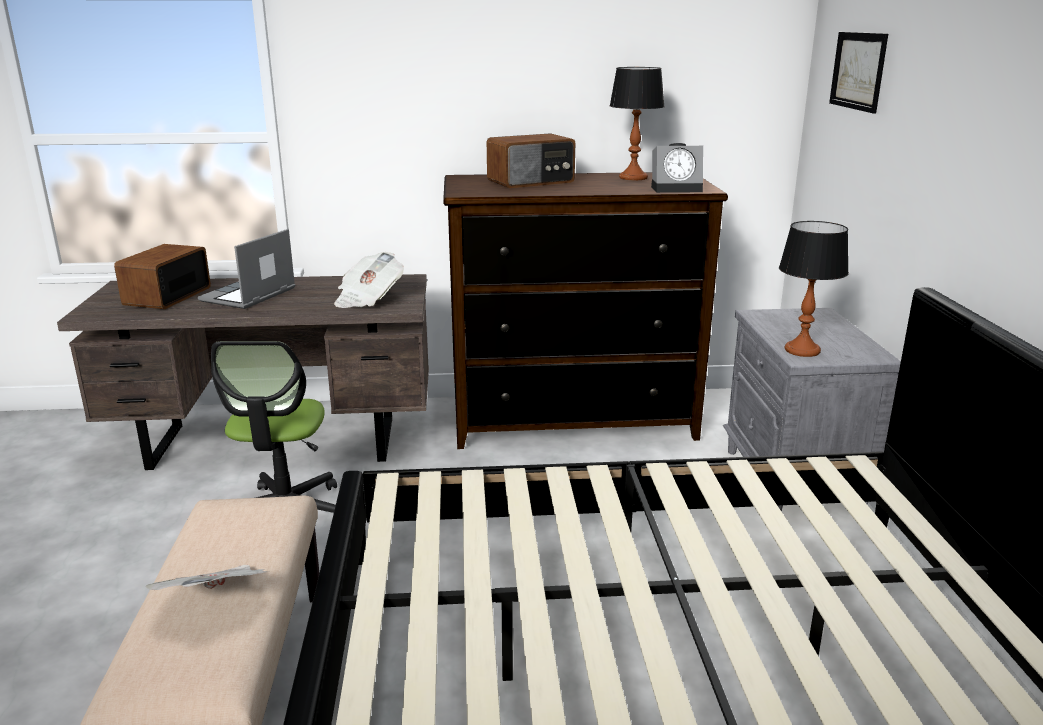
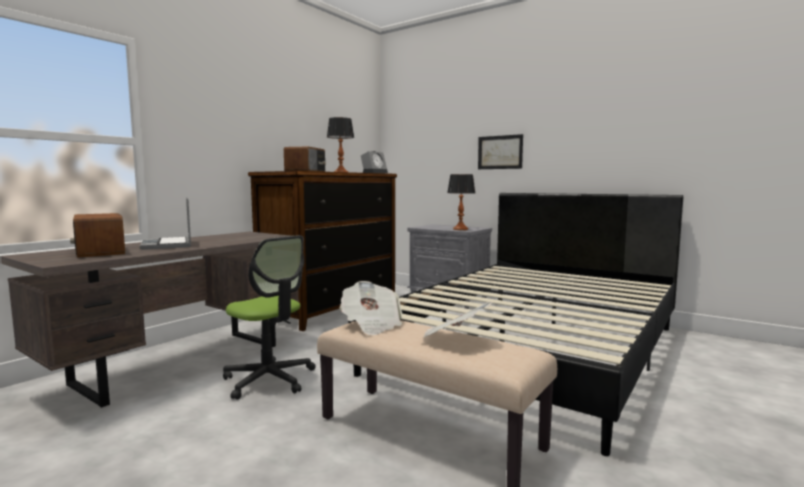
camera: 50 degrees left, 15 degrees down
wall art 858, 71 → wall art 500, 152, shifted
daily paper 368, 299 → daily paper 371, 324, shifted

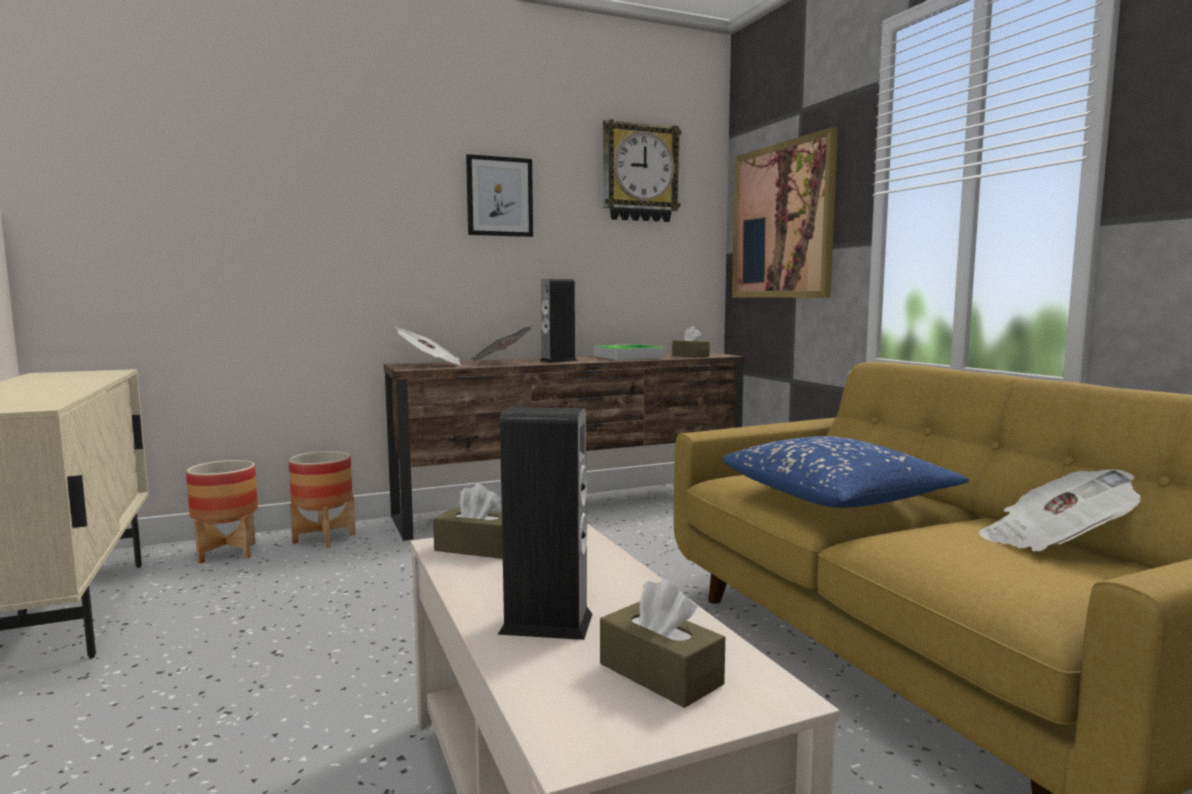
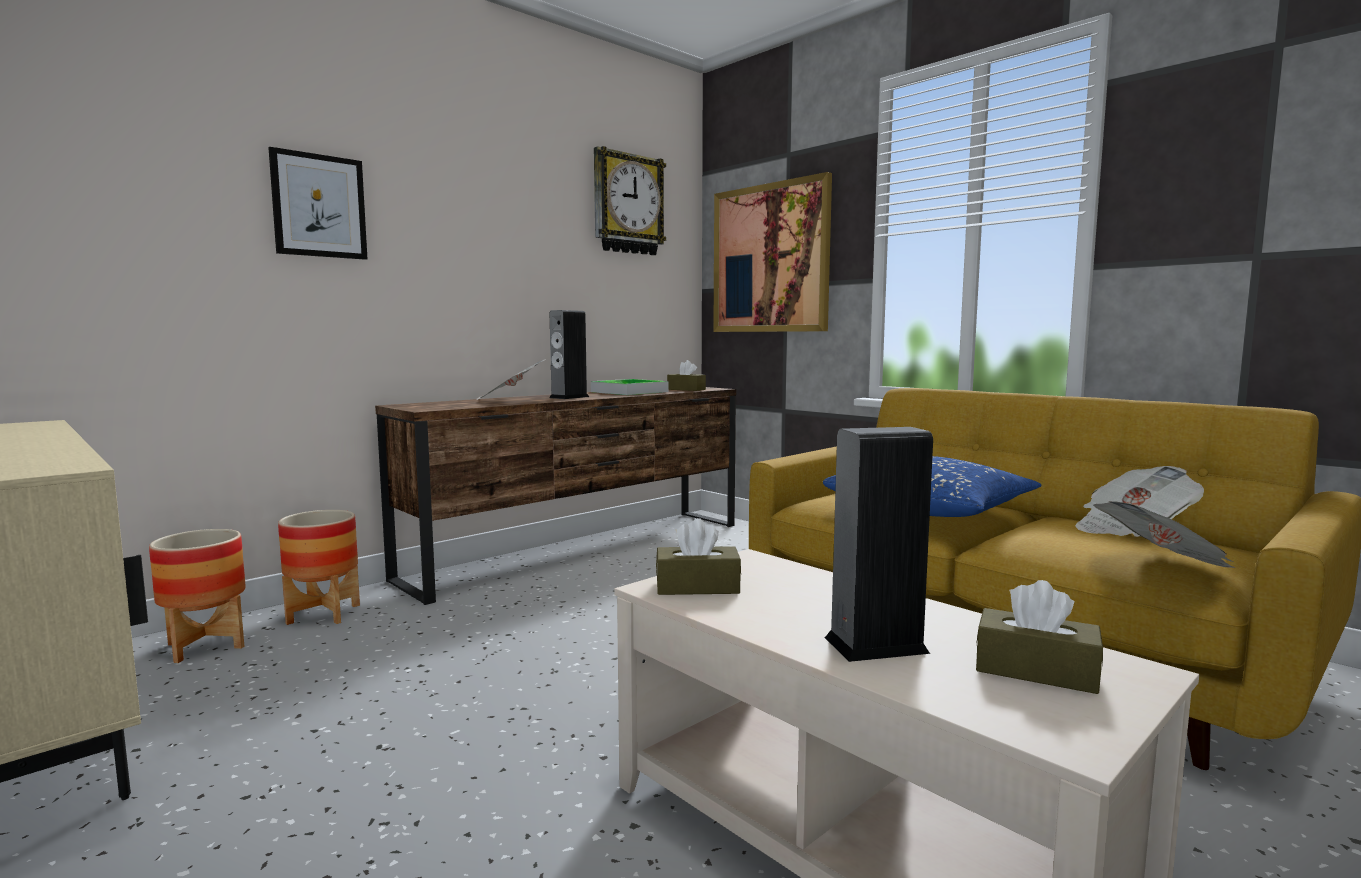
camera: 20 degrees left, 0 degrees up
wall art 499, 196 → wall art 319, 206, shifted
daily paper 431, 365 → daily paper 1164, 568, shifted

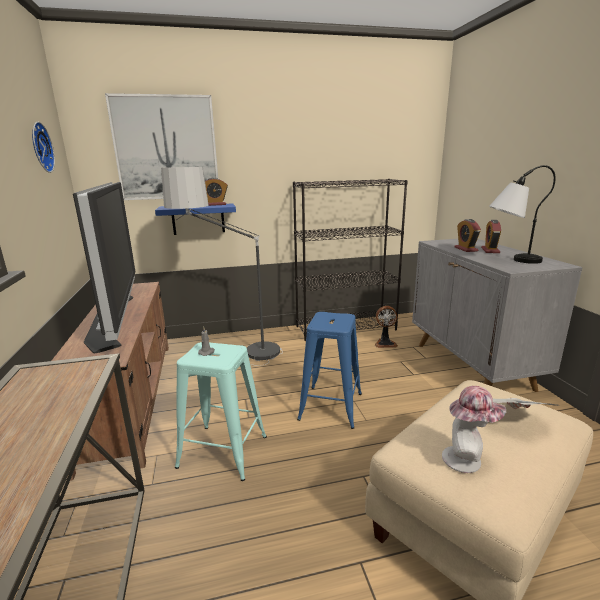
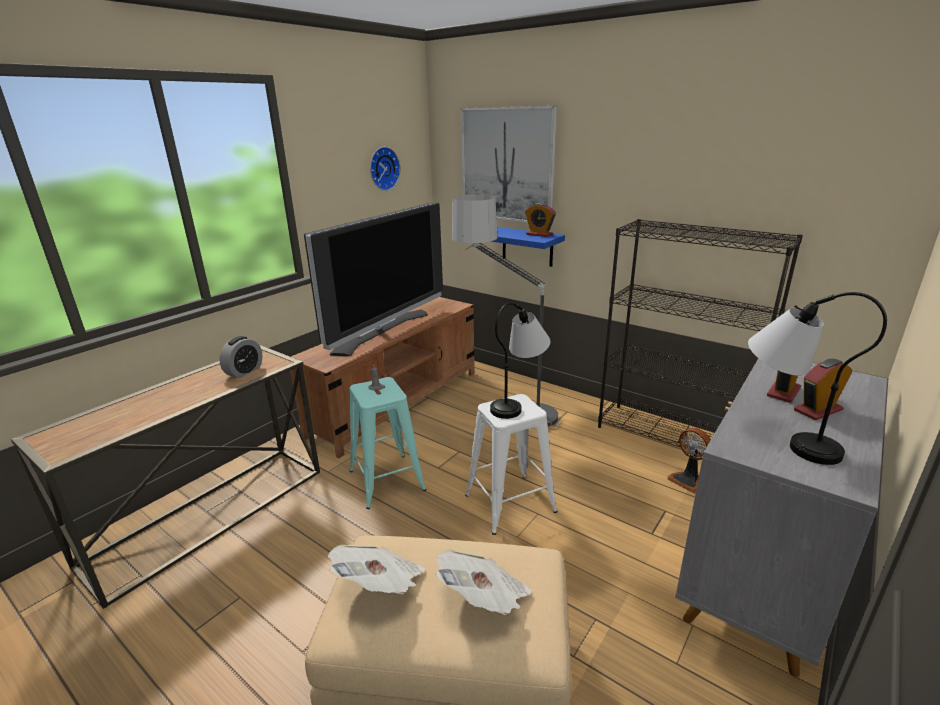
camera: 50 degrees right, 5 degrees up
stool in blue-coloured 331, 406 → stool in white-coloured 510, 503
hat 466, 460 → daily paper 380, 584
- → tabletop lamp 519, 402
- → alarm clock 244, 372

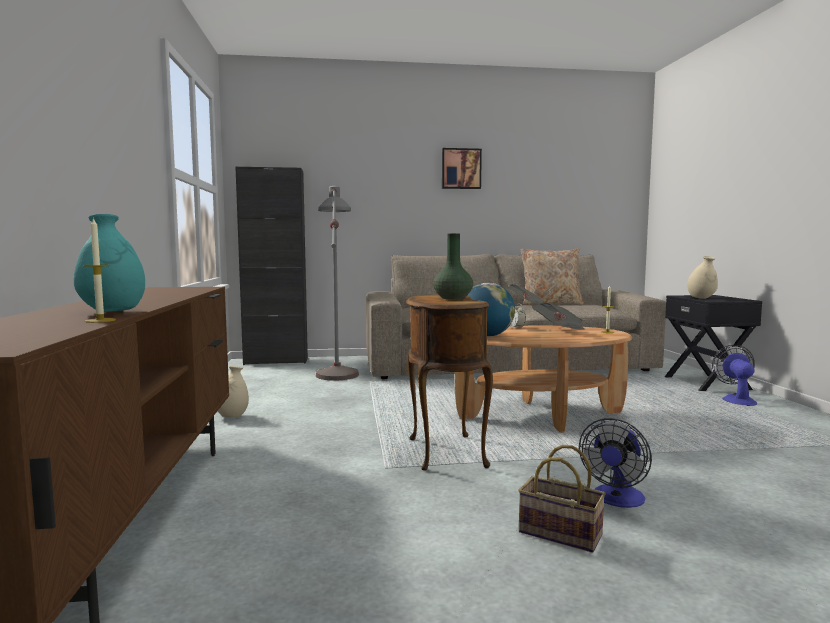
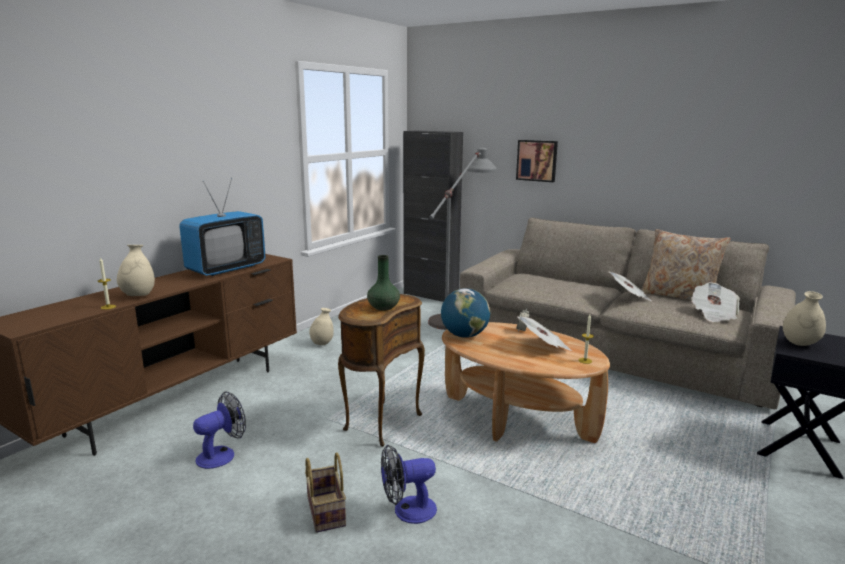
camera: 40 degrees right, 10 degrees up
wall art 461, 169 → wall art 537, 160, shifted
flower vase in turquoise 112, 312 → flower vase in beige 138, 296
fan 736, 399 → fan 222, 455, shifted
- → TV 226, 269
- → daily paper 713, 314

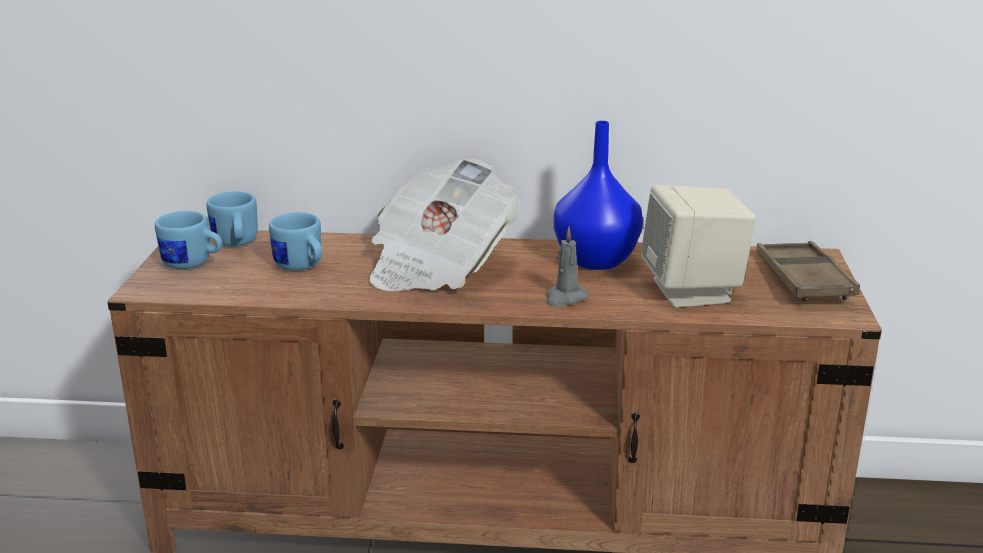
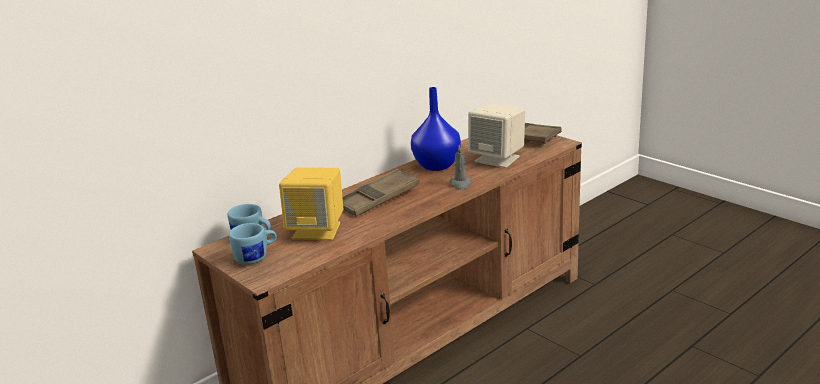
camera: 45 degrees left, 0 degrees up
daily paper 438, 265 → carrying tray in brownish 378, 198
mug in blue-coloured 301, 267 → audio speaker in yellow 317, 230

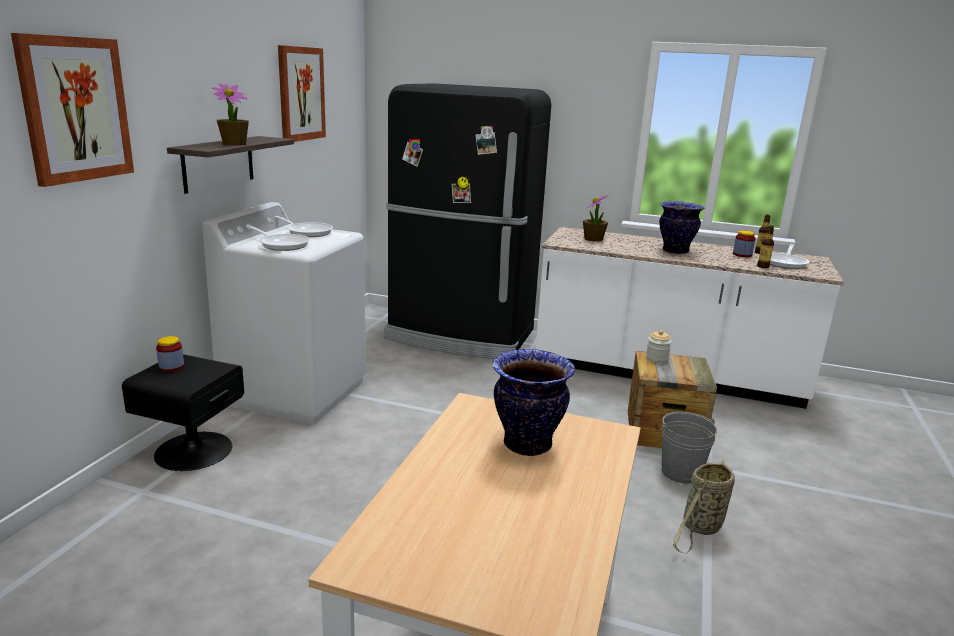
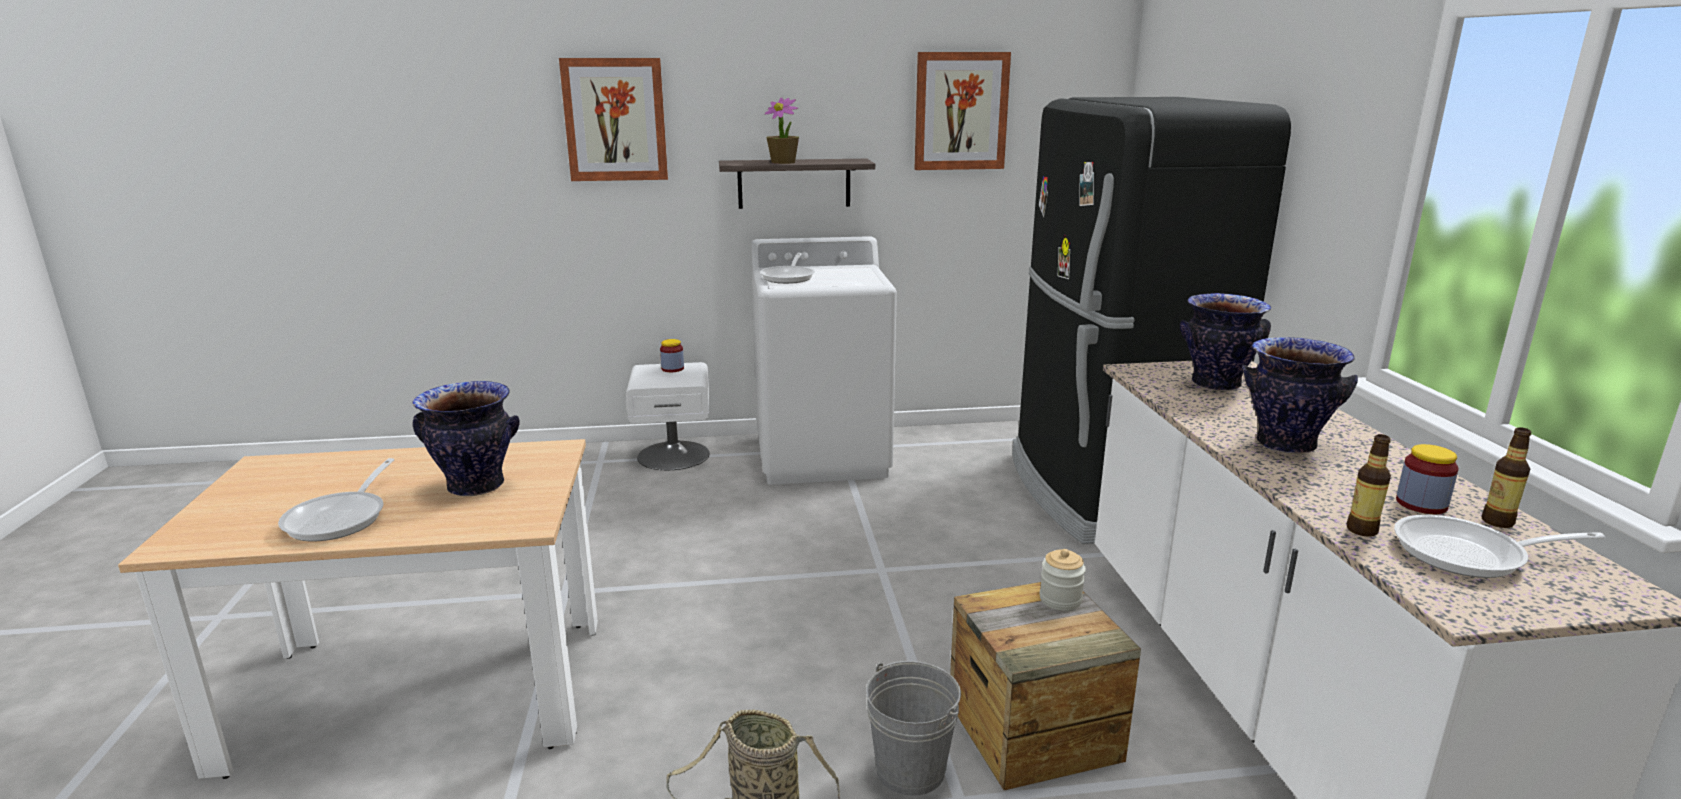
camera: 65 degrees right, 0 degrees up
plant in a pot 593, 239 → flower vase 1216, 385
frying pan 307, 232 → frying pan 341, 518, shifted
night table in black-coloured 193, 450 → night table in white-coloured 673, 455

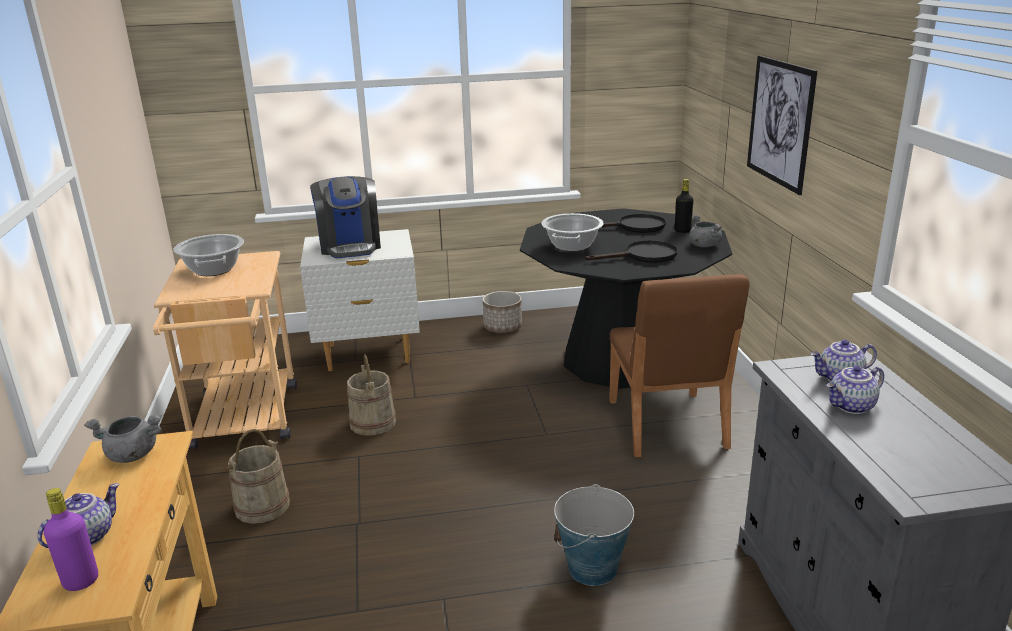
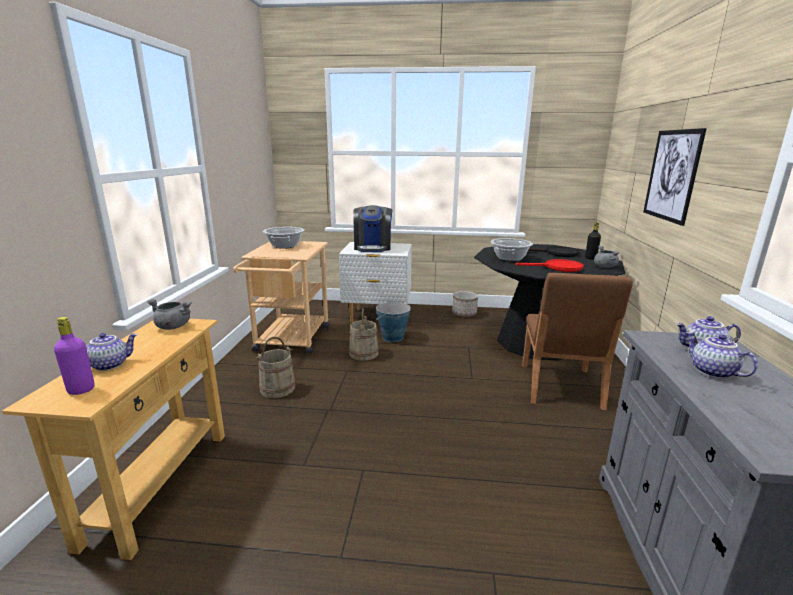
camera: 15 degrees right, 5 degrees down
frying pan in black-coloured 643, 256 → frying pan in red-coloured 558, 268
pot for tea 852, 407 → pot for tea 711, 372, 75 degrees clockwise
pail 592, 569 → pail 393, 337, shifted

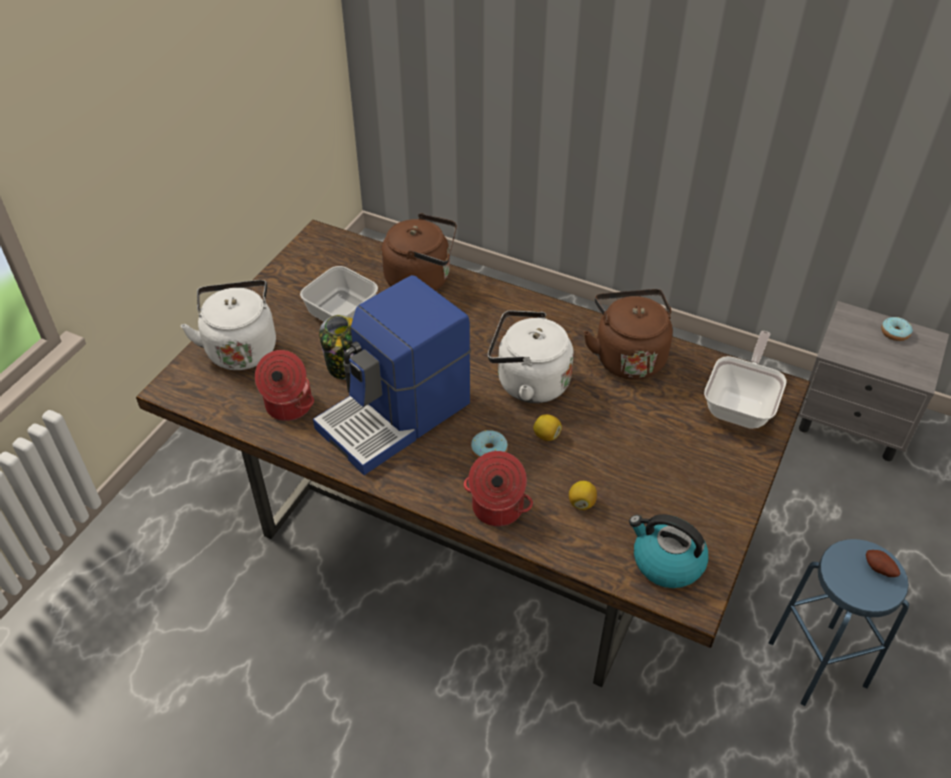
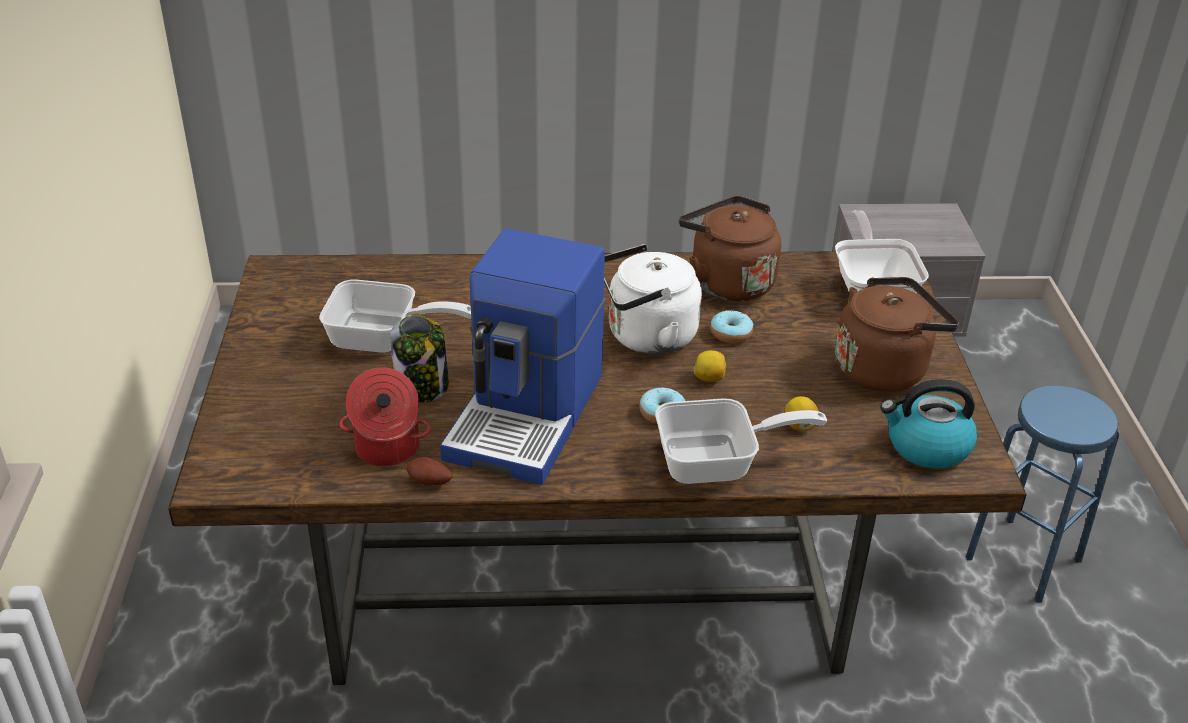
camera: 30 degrees left, 10 degrees down
tea kettle in brownish 422, 279 → tea kettle in brownish 884, 368, shifted
tea kettle in white-coloured 241, 347 → -
ring doughnut 894, 333 → ring doughnut 731, 333, shifted
saucepot 496, 508 → frying pan 718, 462
whole potato 879, 570 → whole potato 429, 483, shifted

